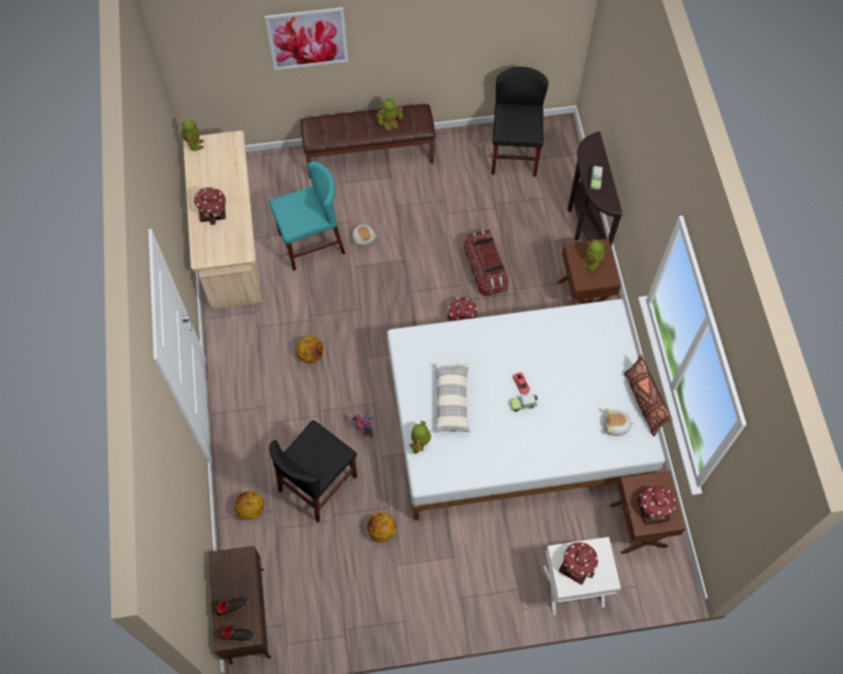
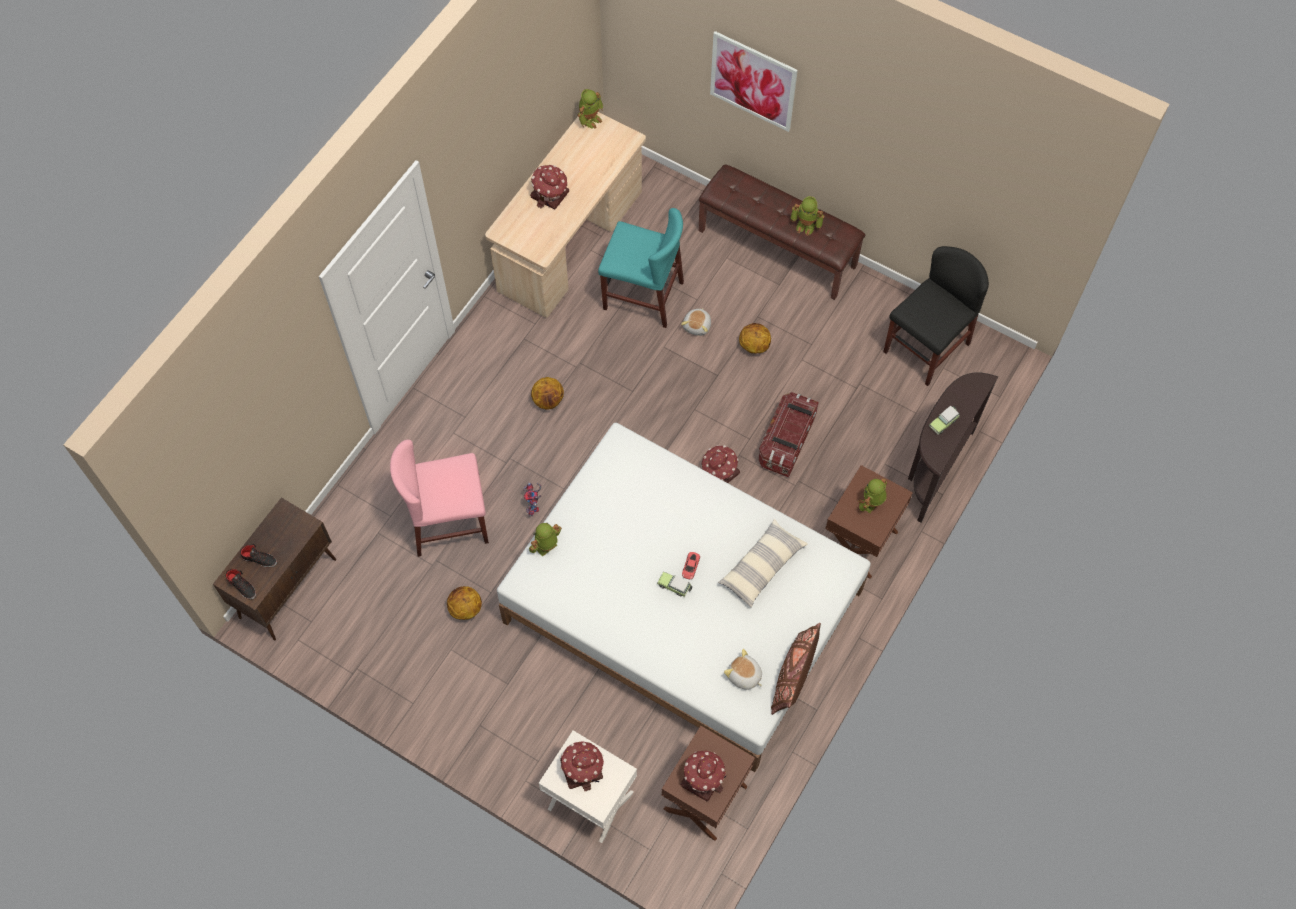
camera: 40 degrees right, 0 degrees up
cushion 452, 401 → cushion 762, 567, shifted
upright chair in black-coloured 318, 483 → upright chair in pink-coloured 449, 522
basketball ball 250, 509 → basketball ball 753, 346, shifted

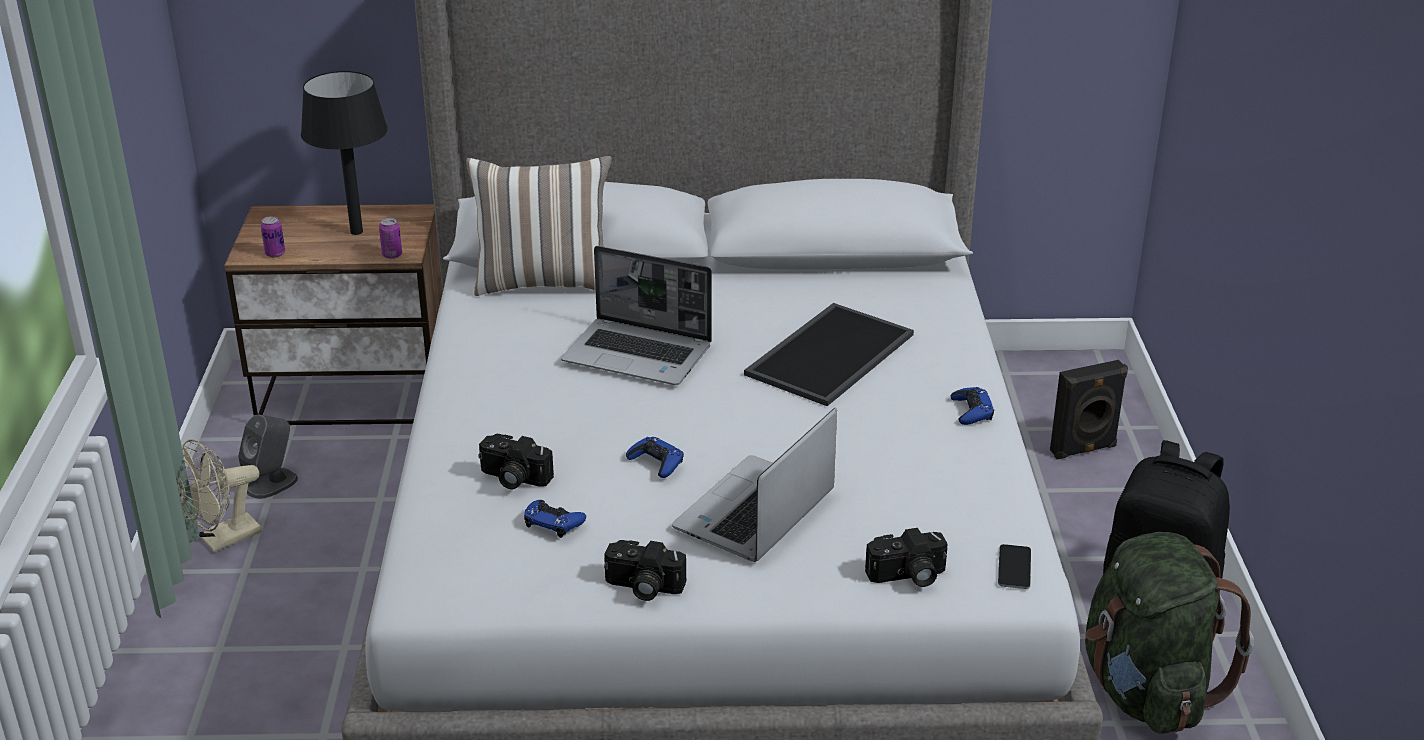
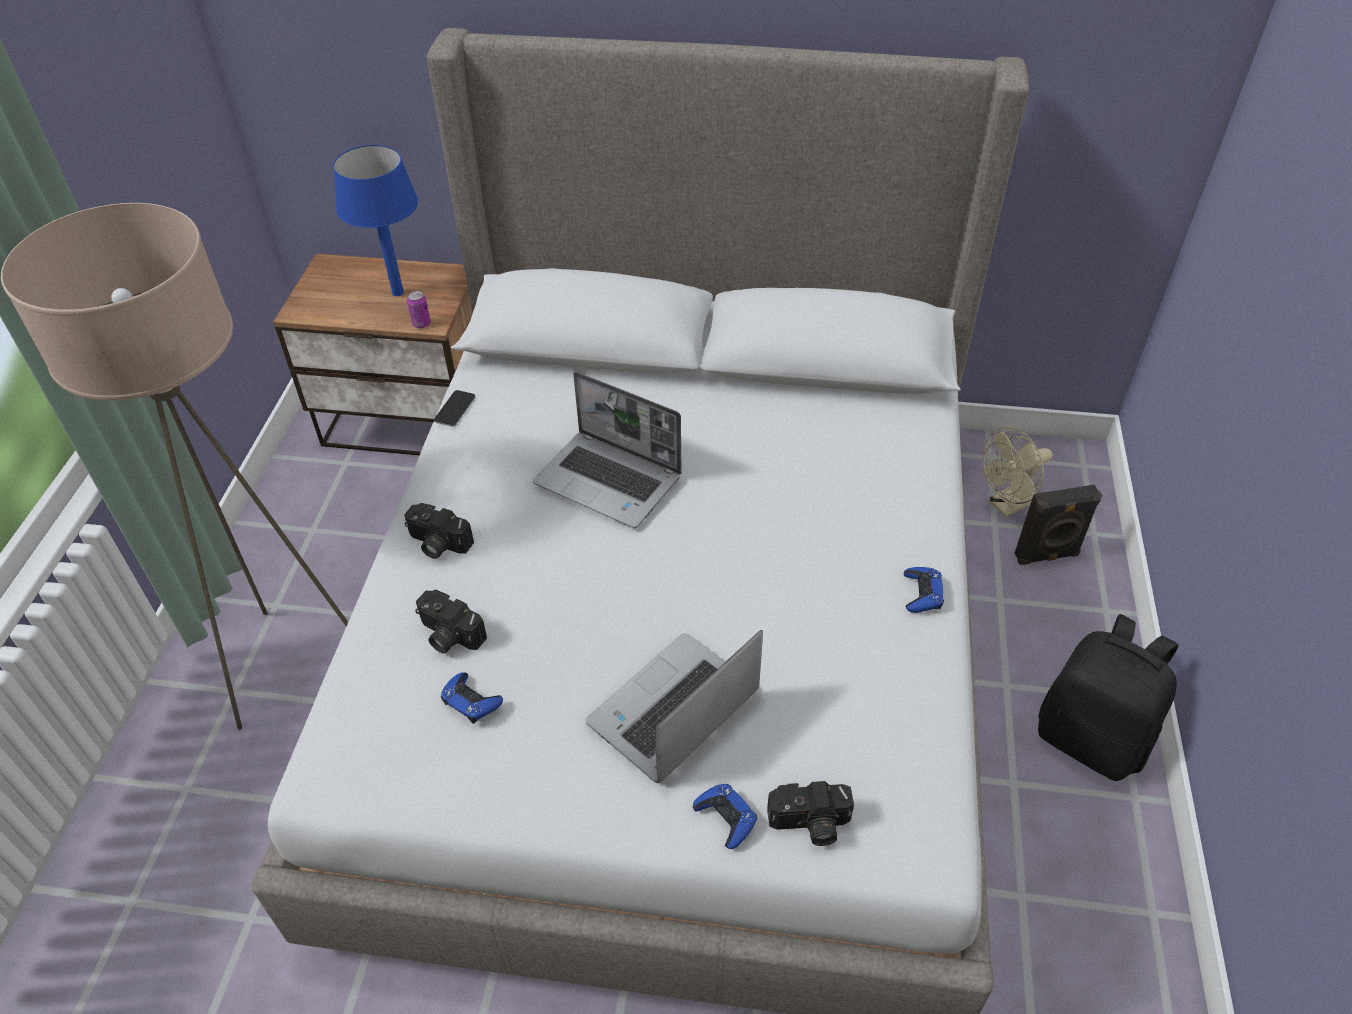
camera: 10 degrees right, 15 degrees up
tabletop lamp in black-coloured 356, 231 → tabletop lamp in blue-coloured 398, 292
cushion 544, 282 → -
can 275, 253 → -
carrying tray 828, 353 → -
audio speaker in grey 272, 483 → -
gamepad in blue-coloured 656, 462 → gamepad in blue-coloured 726, 818, shifted
fan in beige 222, 540 → fan in beige 1007, 505, shifted
rucksack in green-coloured 1146, 691 → -
photo camera 642, 587 → photo camera 437, 544, shifted
handset 1014, 567 → handset 455, 409, shifted
- → standard lamp in beige 291, 664

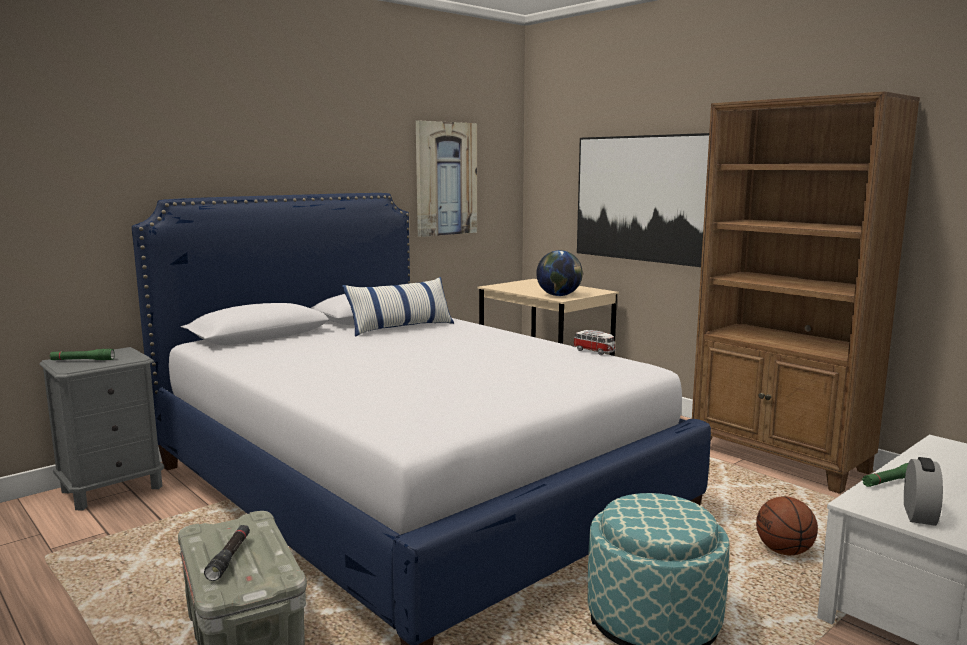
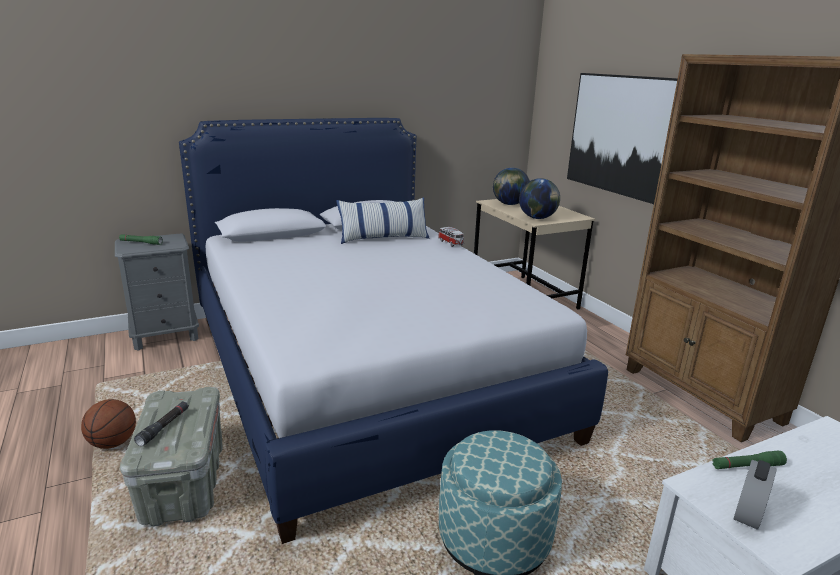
camera: 15 degrees right, 10 degrees up
wall art 446, 179 → -
miniature car 594, 351 → miniature car 451, 243, shifted
basketball ball 784, 551 → basketball ball 112, 443, shifted
- → world globe 509, 204

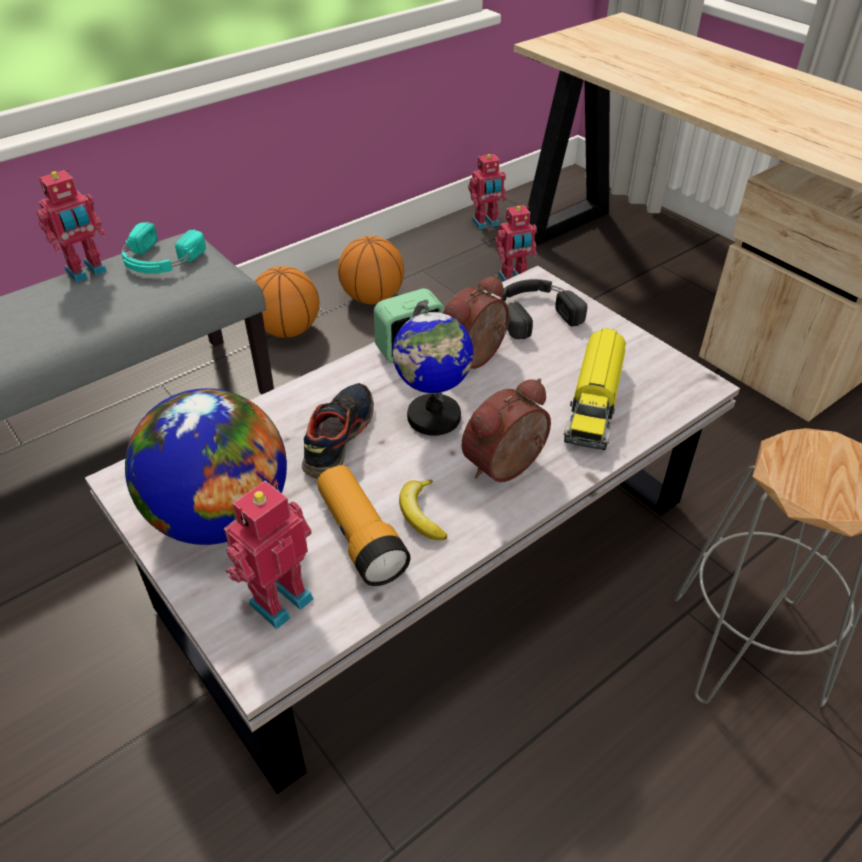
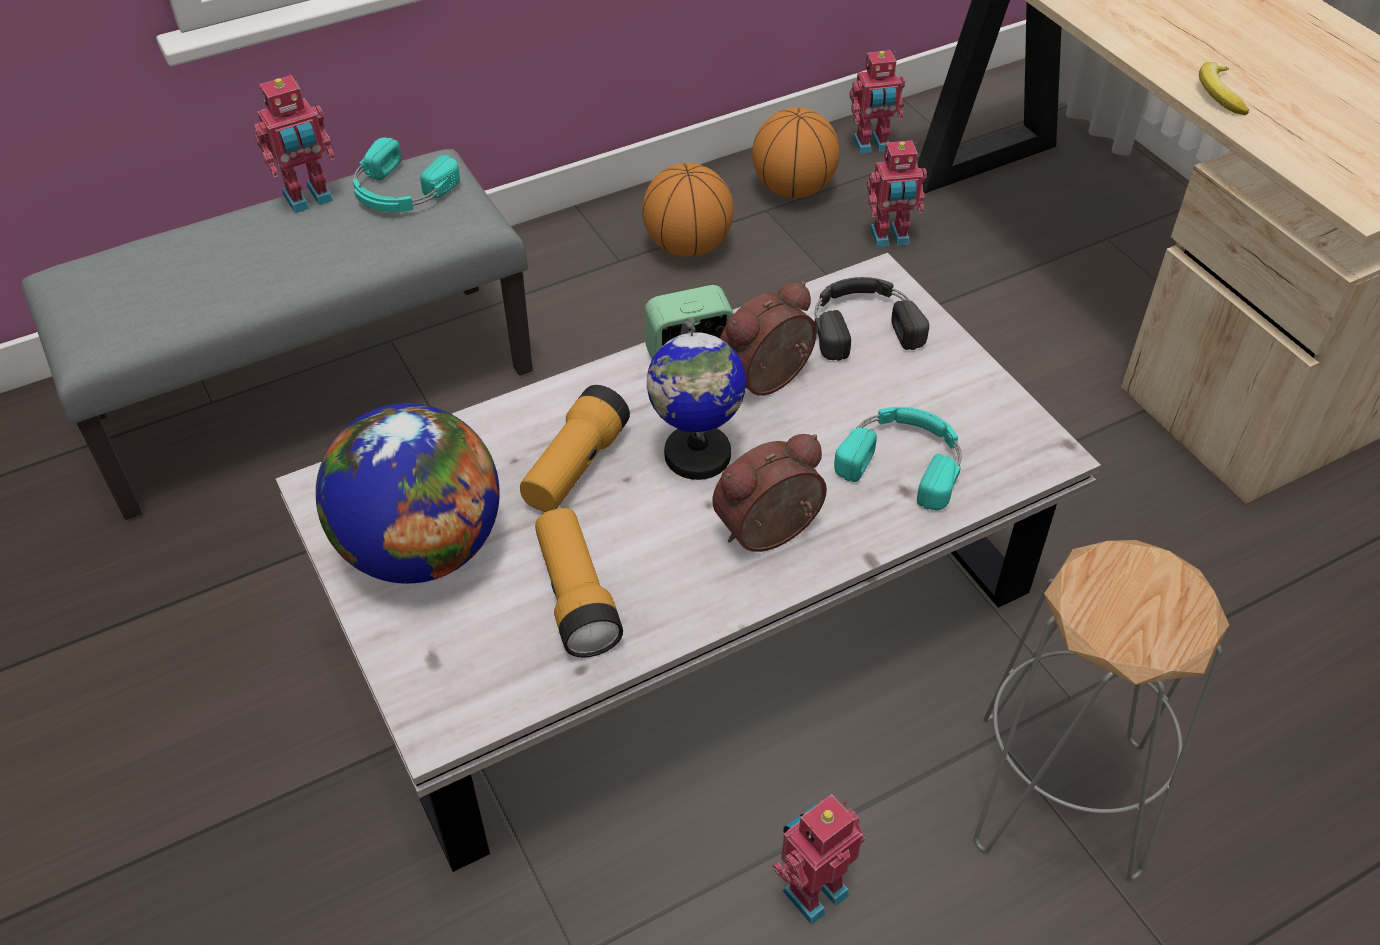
camera: 10 degrees right, 5 degrees up
basketball ball 288, 330 → basketball ball 793, 189, shifted
toy truck 594, 402 → headphones in turquoise 904, 460
shoe 338, 438 → hand torch 575, 467
whole banana 421, 514 → whole banana 1218, 94, shifted
model robot 278, 599 → model robot 812, 889, shifted

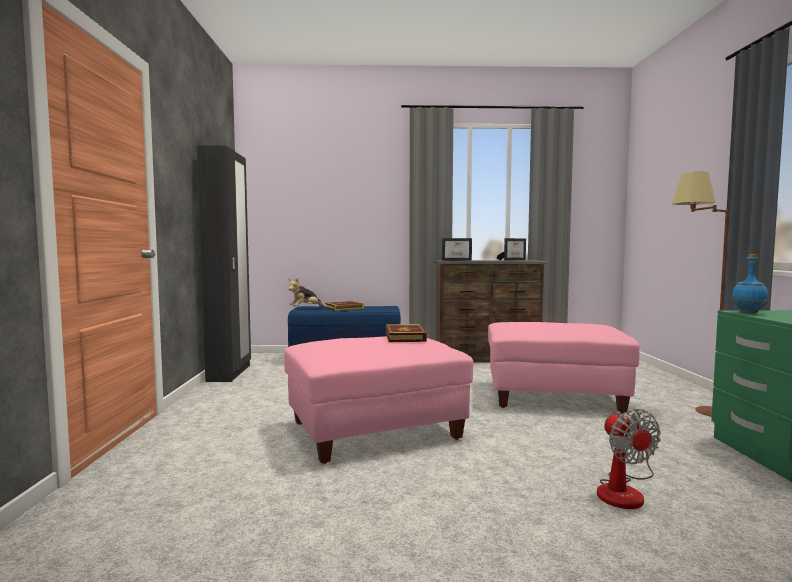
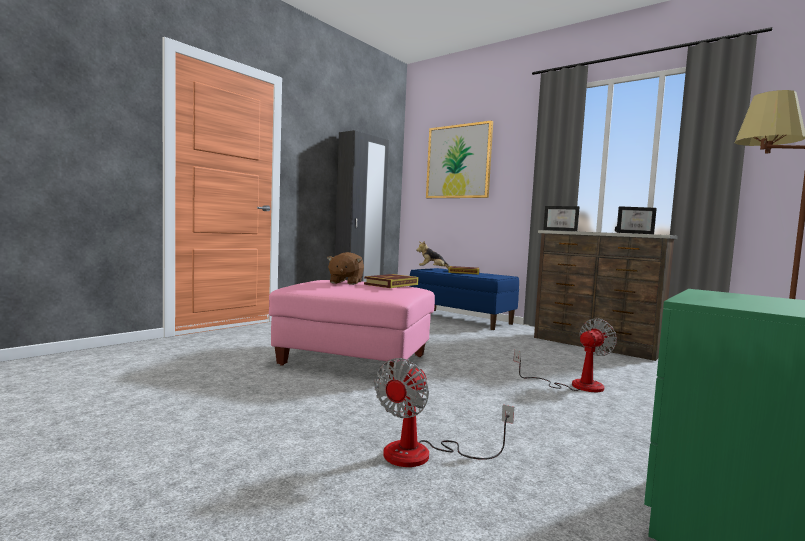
camera: 40 degrees right, 0 degrees up
beverage bottle in blue-coloured 749, 313 → -
footrest in pink-coloured 553, 396 → fan 575, 385
- → wall art 458, 161
- → plush toy in brownish 345, 282

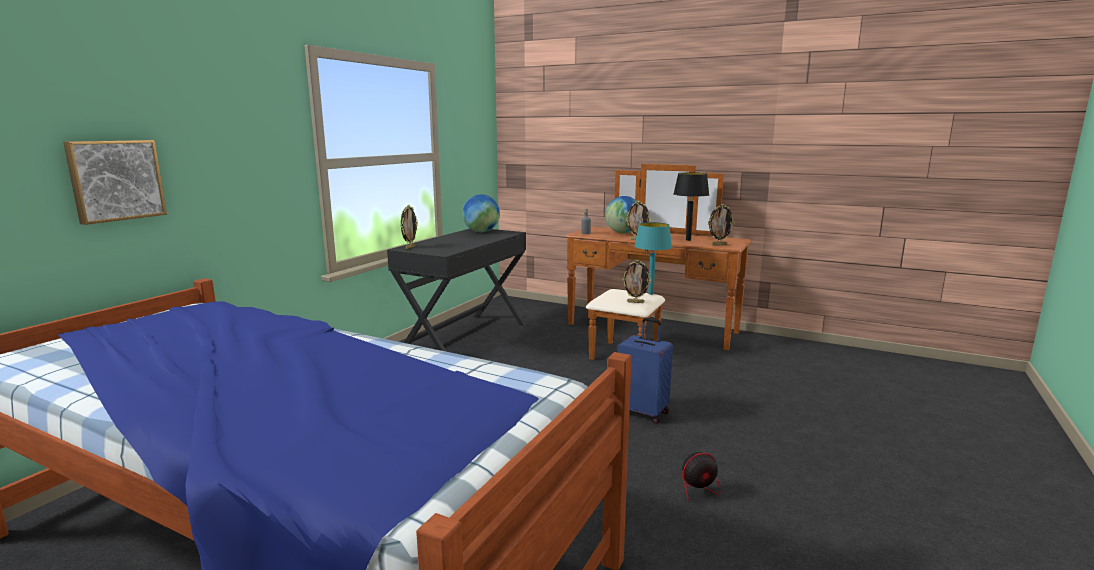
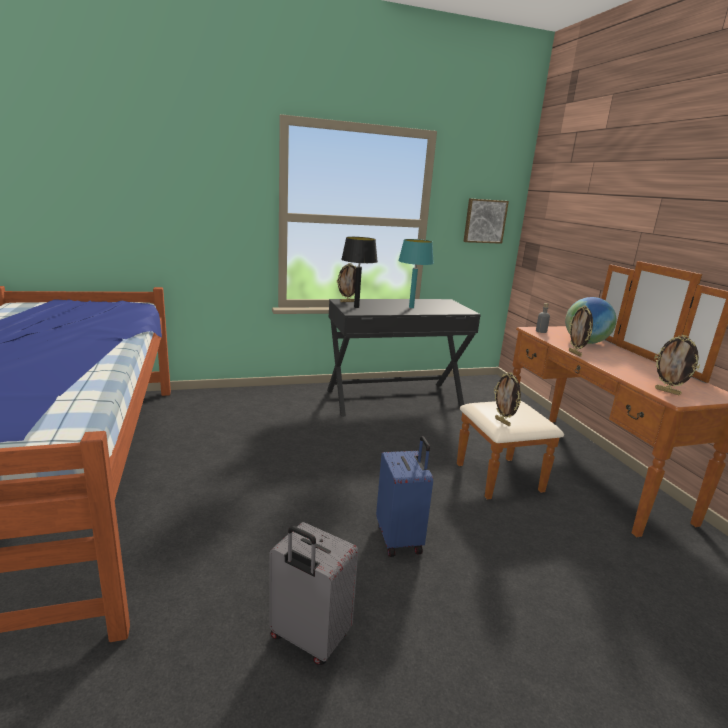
camera: 45 degrees right, 5 degrees up
wall art 115, 180 → wall art 484, 221, shifted
tabletop lamp in black-coloured 688, 240 → tabletop lamp in black-coloured 356, 307, shifted
world globe 481, 232 → -
tabletop lamp in turquoise 650, 293 → tabletop lamp in turquoise 411, 307, shifted
fan 702, 482 → travel case in grey 308, 638

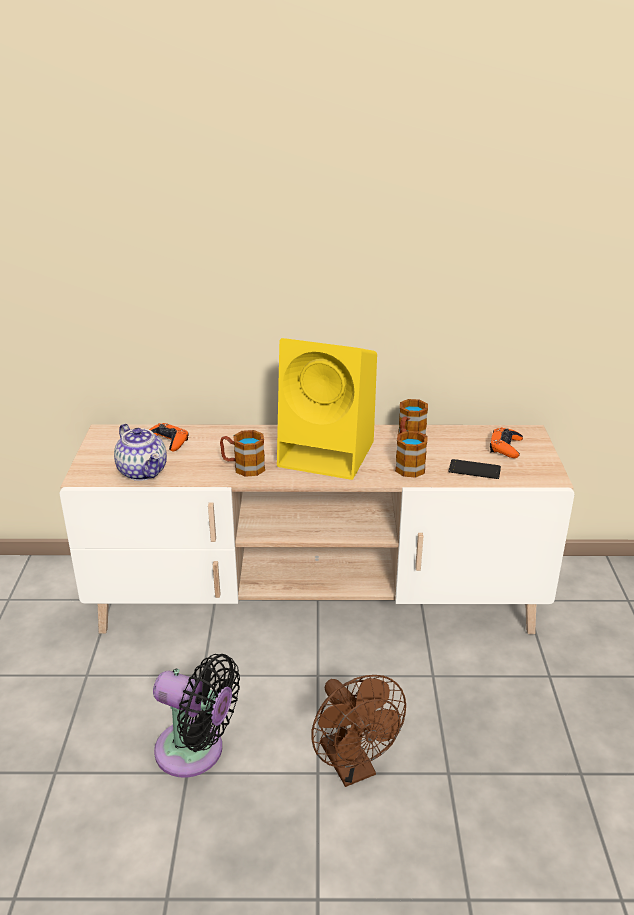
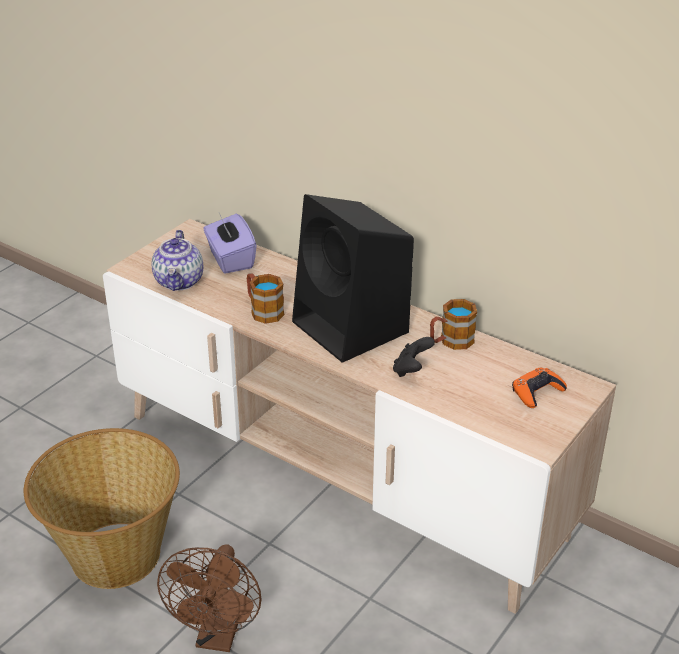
camera: 35 degrees right, 5 degrees up
audio speaker in yellow 329, 454 → audio speaker in black-coloured 353, 328
gamepad in orange-coloured 167, 441 → box of tissues in purple-coloured 230, 259
mug 407, 465 → gamepad in black-coloured 411, 370
handset 474, 470 → -
fan in black-coloured 196, 752 → household basket 114, 553

